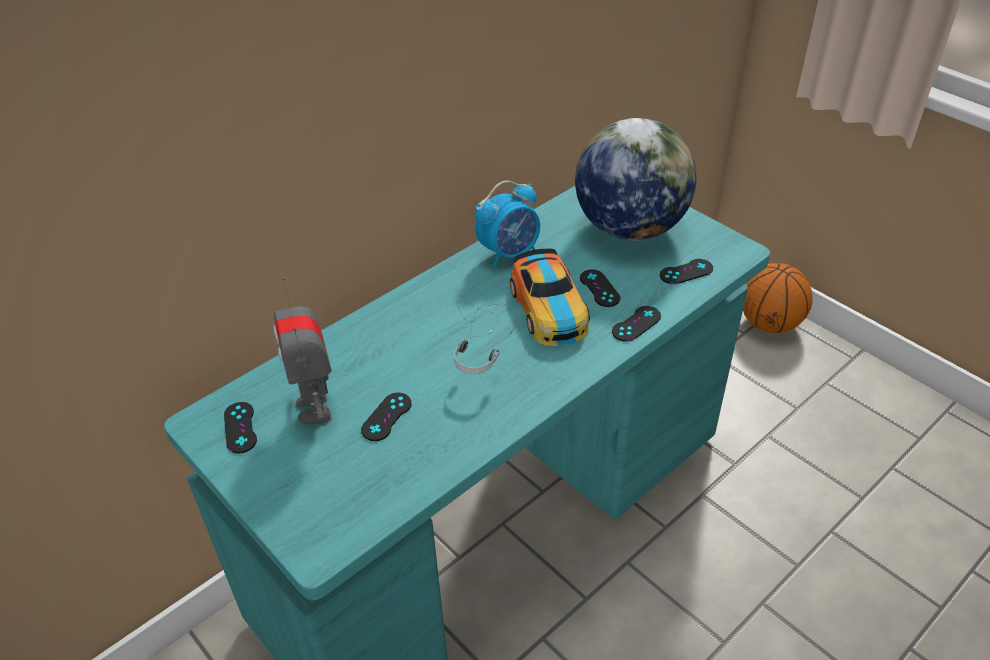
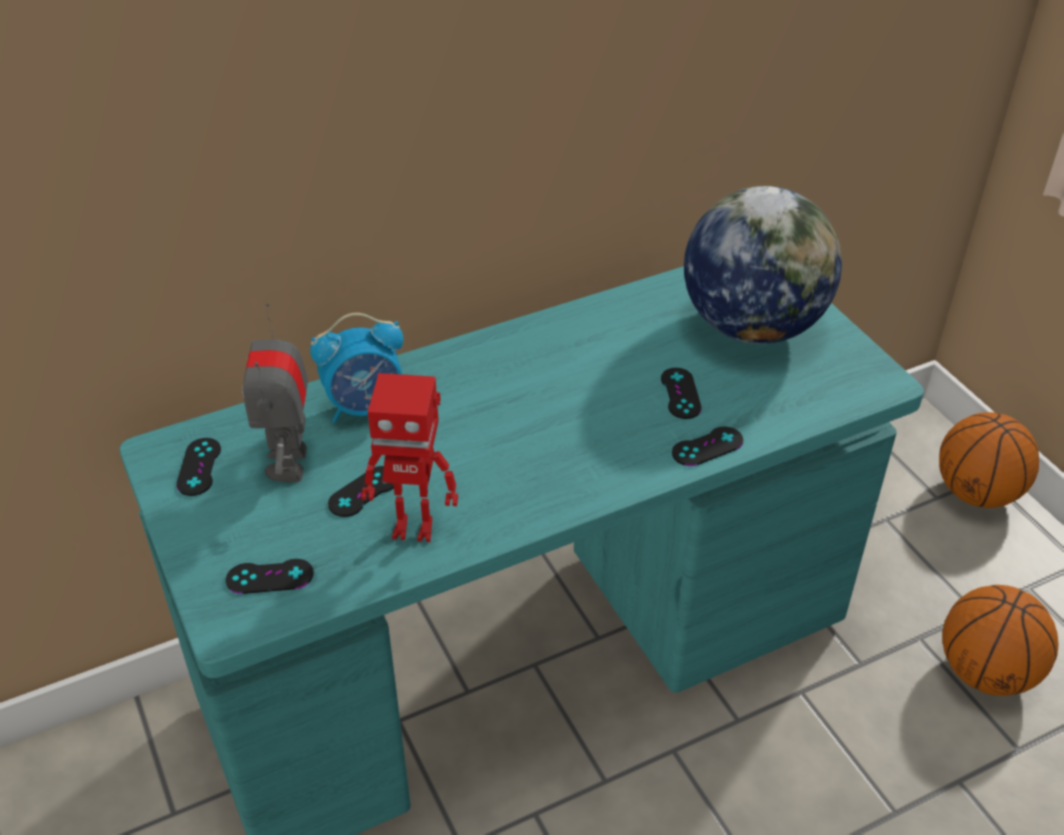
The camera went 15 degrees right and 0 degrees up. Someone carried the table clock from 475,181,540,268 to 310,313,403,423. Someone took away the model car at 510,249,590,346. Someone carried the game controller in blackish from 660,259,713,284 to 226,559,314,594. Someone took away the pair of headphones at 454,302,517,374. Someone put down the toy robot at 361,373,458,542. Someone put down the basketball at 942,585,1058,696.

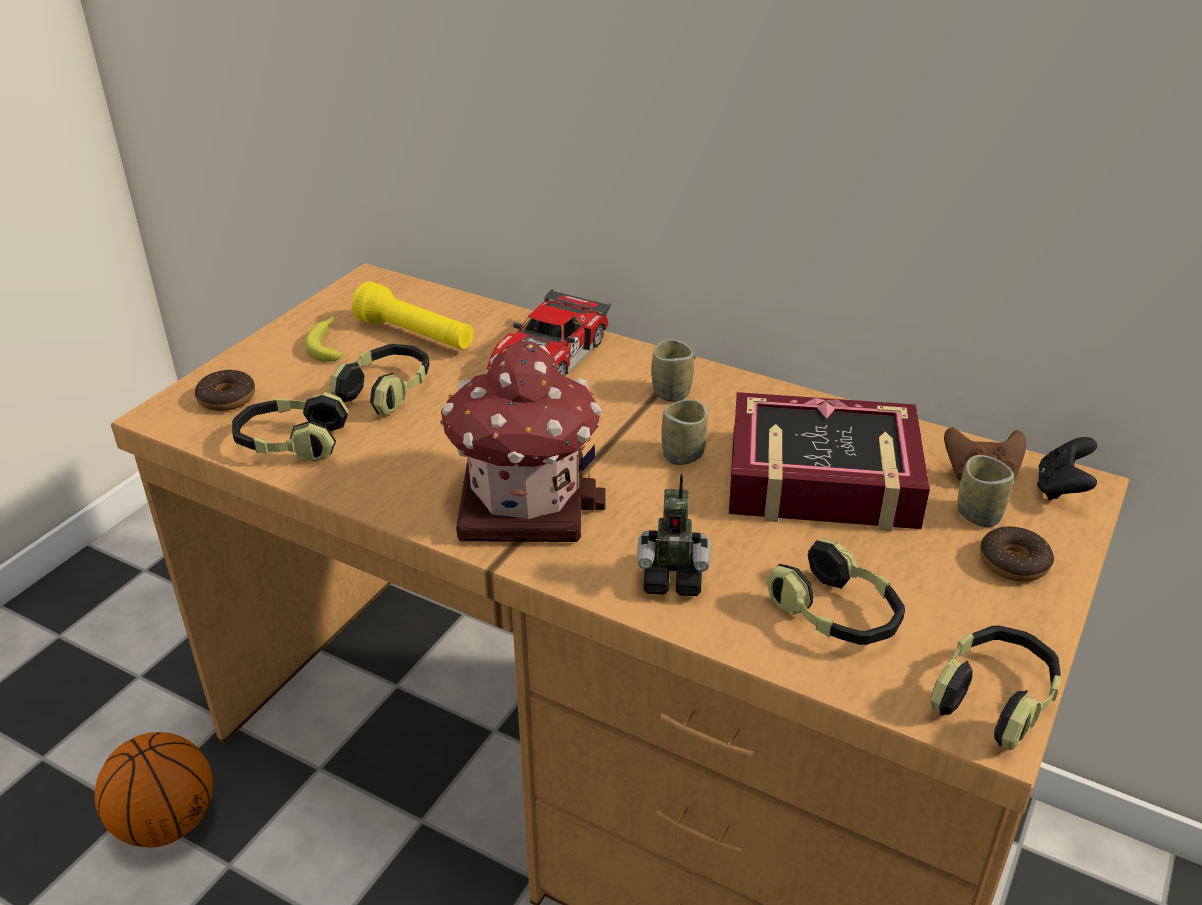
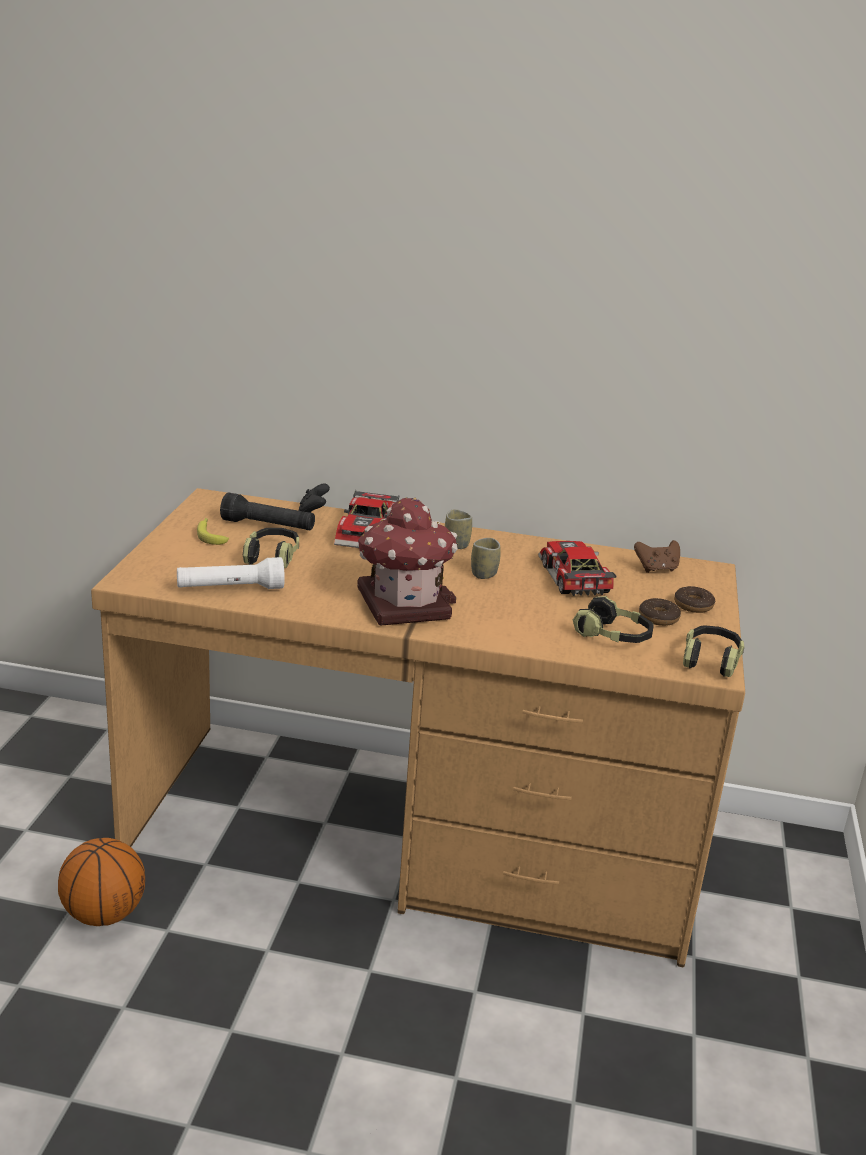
The camera went 20 degrees left and 10 degrees down. Someone repainted the hand torch in yellow-coloured at 352,281,474,350, which became the hand torch in blackish at 220,492,315,530. Someone carried the doughnut from 195,370,255,411 to 639,598,681,626. Someone swapped the pair of headphones at 232,392,349,462 for the hand torch in whitish at 177,557,285,589. Someone swapped the bound book at 729,392,930,531 for the model car at 538,541,616,596. Someone carried the game controller in blackish from 1037,437,1097,500 to 299,483,330,512. Someone took away the drinking cup at 957,455,1014,527. Someone took away the toy robot at 637,473,711,596.

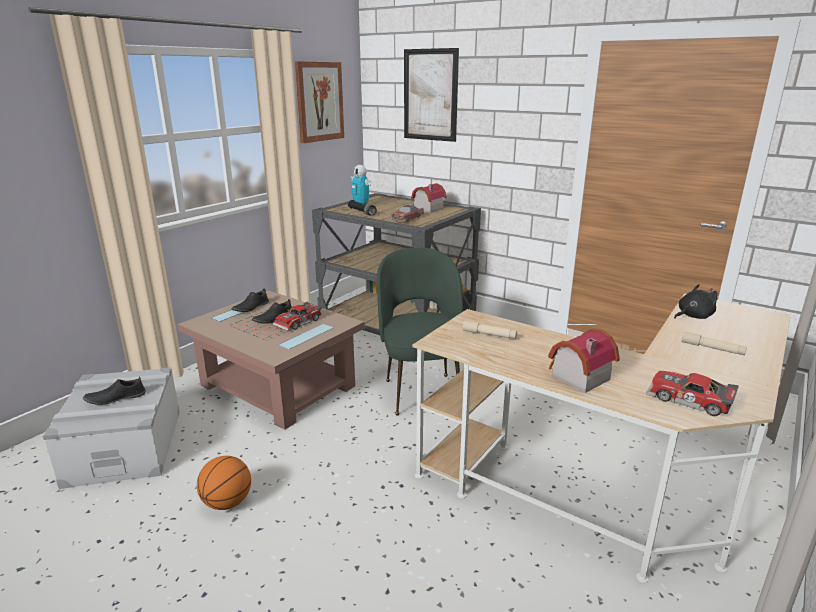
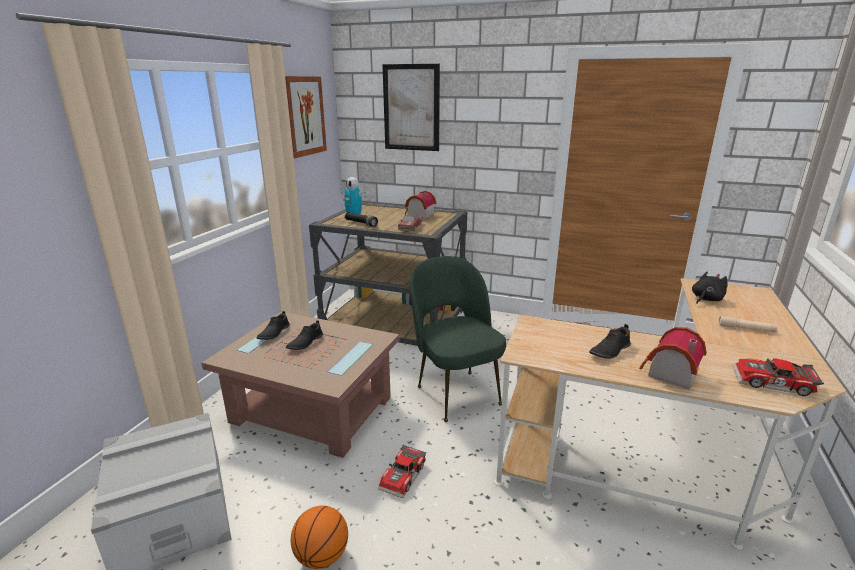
The camera went 15 degrees left and 0 degrees up. Someone carried the model car from 273,302,322,331 to 378,444,426,498. Someone took away the hand torch in beige at 463,320,517,339. Someone carried the low shoe in blackish from 83,376,146,405 to 589,324,631,359.

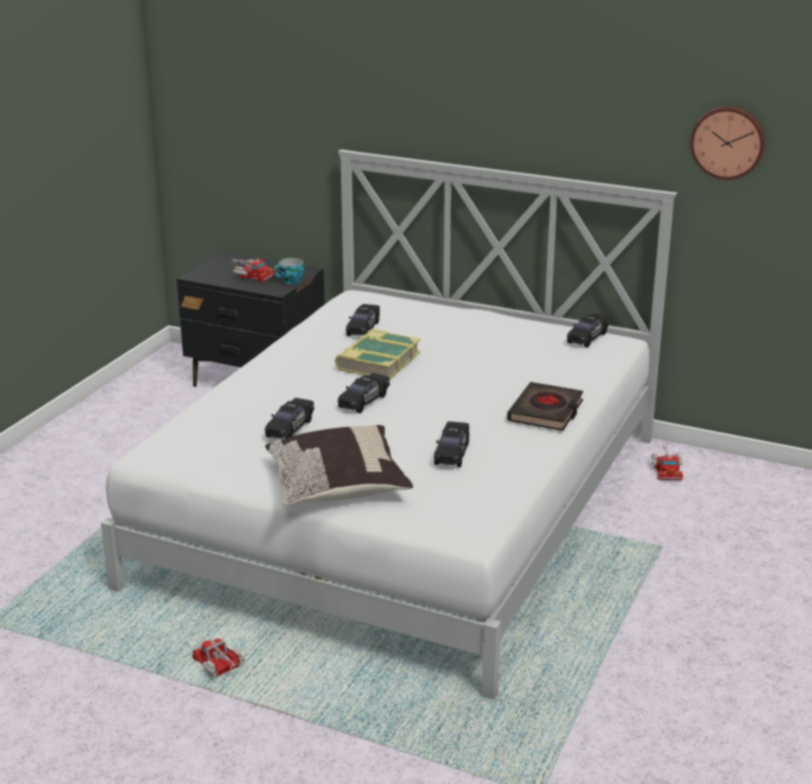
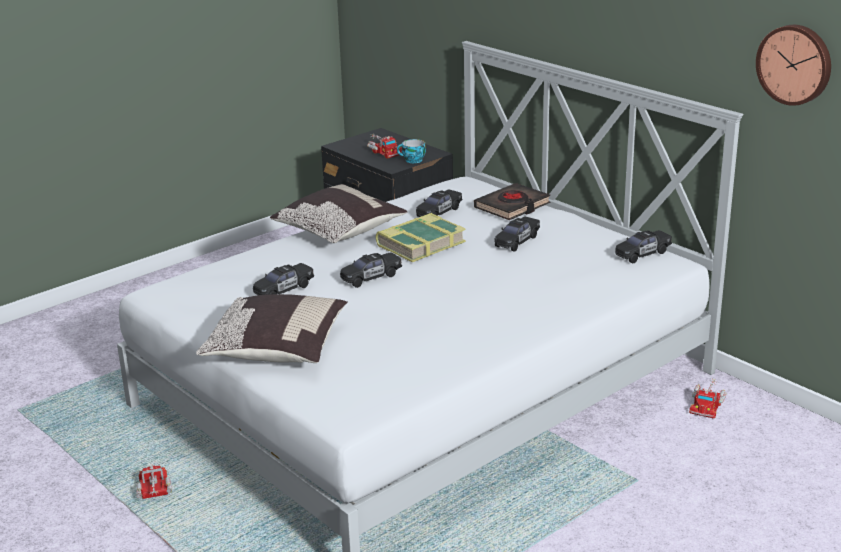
The camera went 25 degrees right and 0 degrees up. Someone carried the bound book in blackish from 507,382,583,431 to 474,183,550,220. Someone carried the model car in blackish from 434,421,470,467 to 494,216,540,252. Someone put down the cushion at 270,184,407,243.

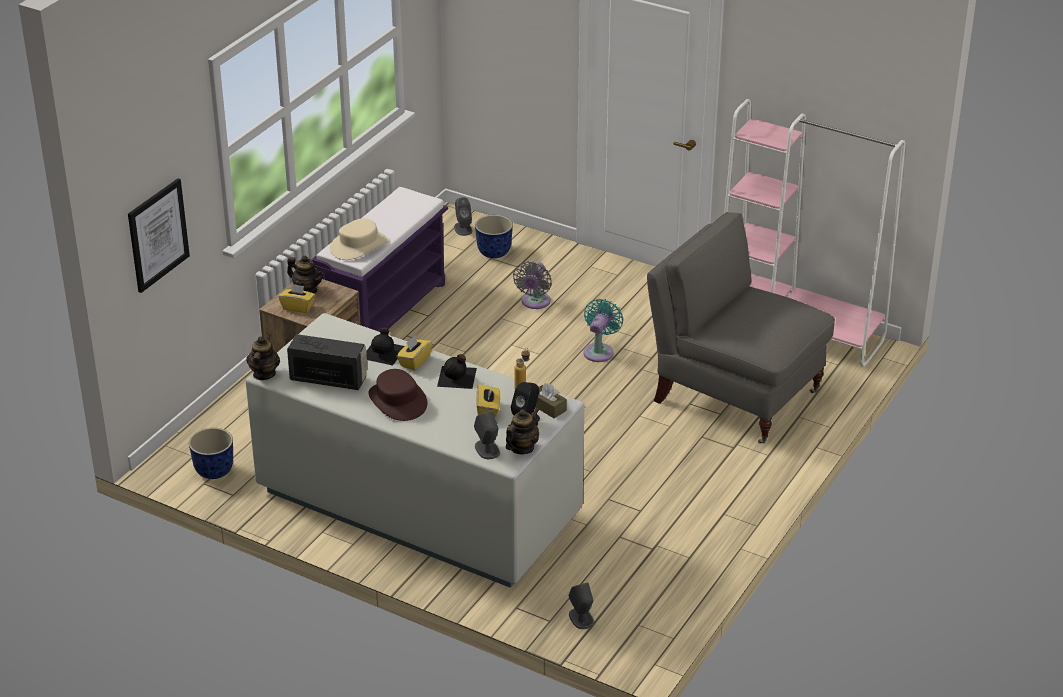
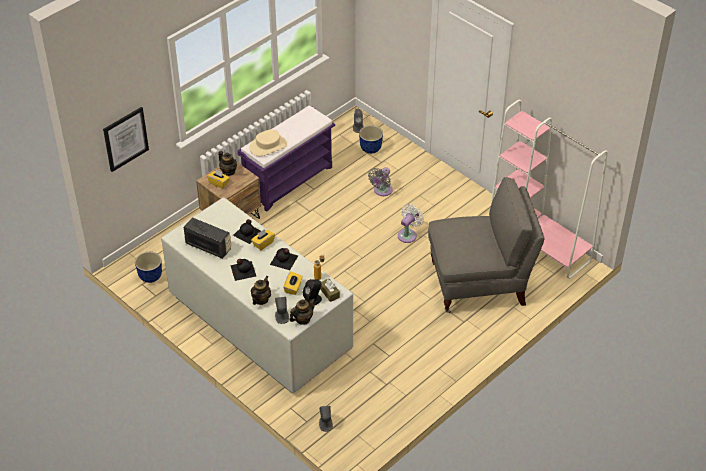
The camera went 15 degrees right and 10 degrees up. Someone rotated the armchair in grey at 647,212,835,444 by 120 degrees clockwise. Someone repainted the electric fan in turquoise-coloured at 583,299,624,362, which became the electric fan in whitish at 398,204,424,243. Someone carried the tea pot from 247,334,280,380 to 251,276,271,305. Someone swapped the clothing hat in brown at 368,369,428,421 for the beverage bottle in blackish at 230,259,256,281.

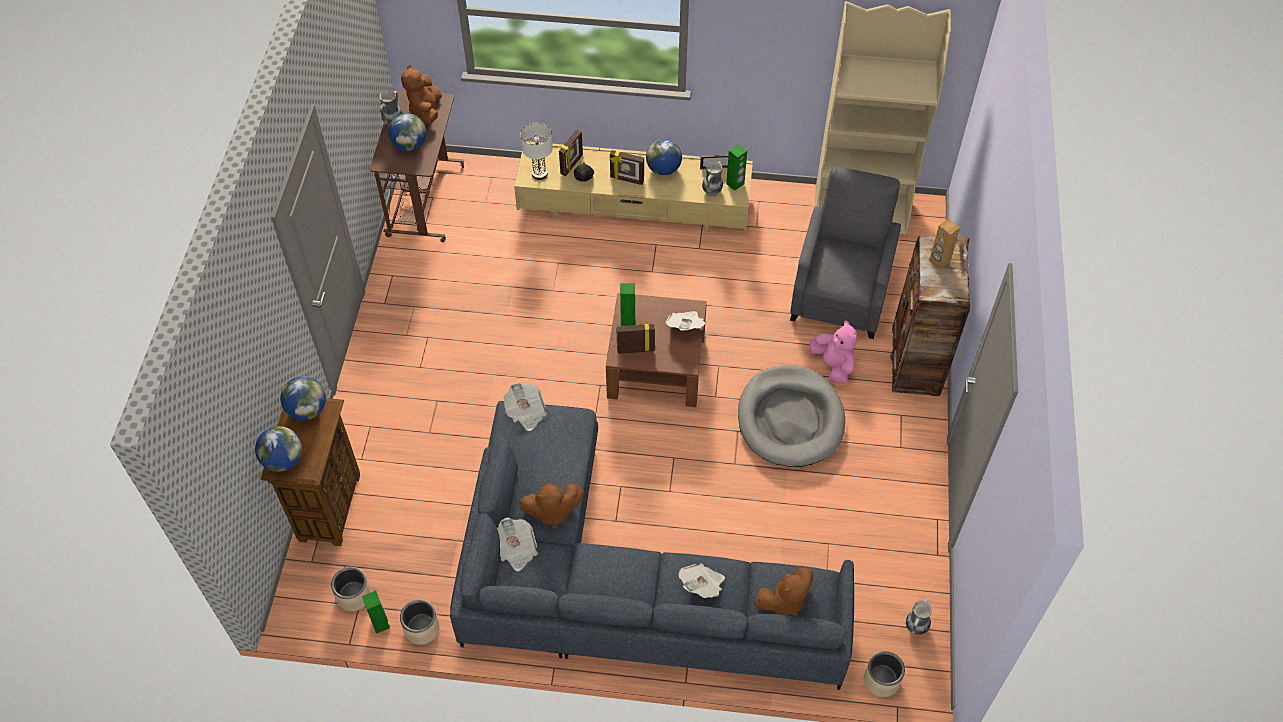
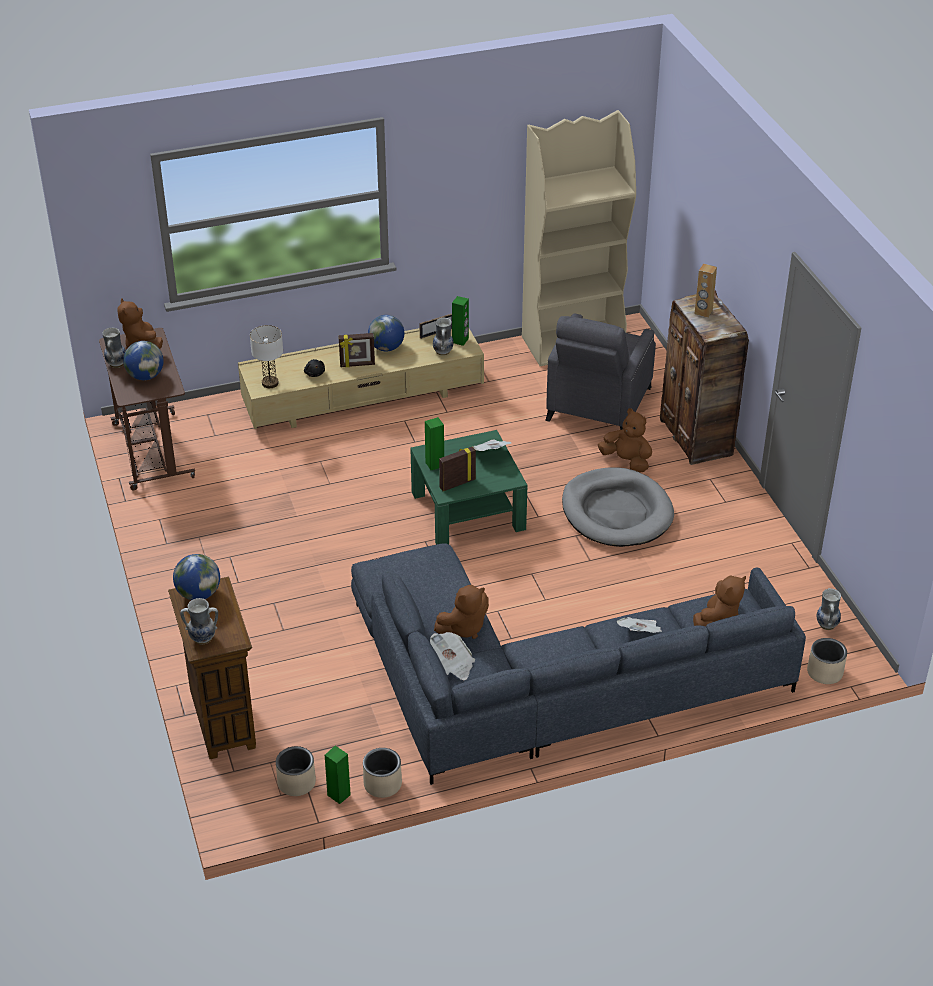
The camera went 25 degrees left and 15 degrees down. Someone took away the picture frame at 559,129,583,176. Someone rotated the armchair in grey at 790,167,901,339 by 150 degrees counterclockwise. Someone repainted the lounge table in brown at 606,293,707,407, which became the lounge table in green at 410,430,527,545. Someone repainted the cuddly toy in pink-coloured at 809,321,857,384, which became the cuddly toy in brown at 598,408,652,473. Someone took away the daily paper at 503,382,547,431. Someone swapped the desk globe at 255,426,302,472 for the decorative vase at 180,598,218,644.

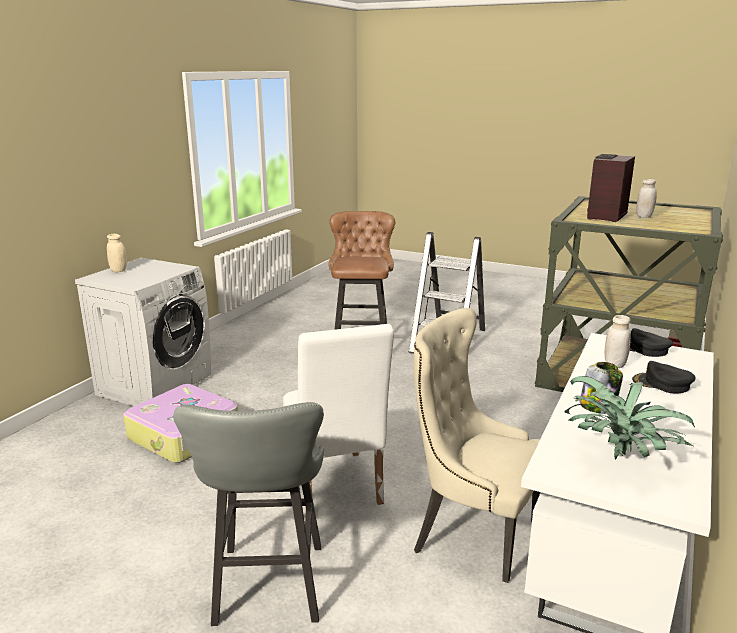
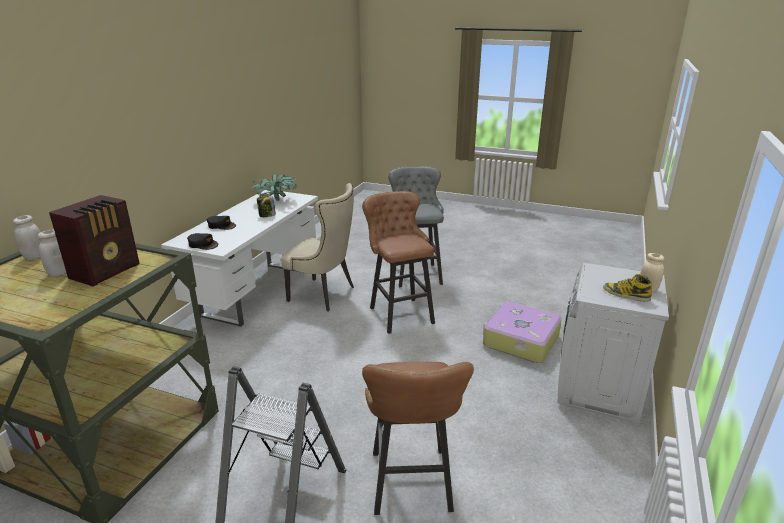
The camera went 175 degrees right and 5 degrees up. Someone carried the storage jar in whitish from 605,315,631,368 to 13,215,41,260. Someone swapped the chair in whitish at 283,324,394,508 for the sitting stool in brown at 362,191,435,334. Someone put down the high-top boot at 603,274,652,302.

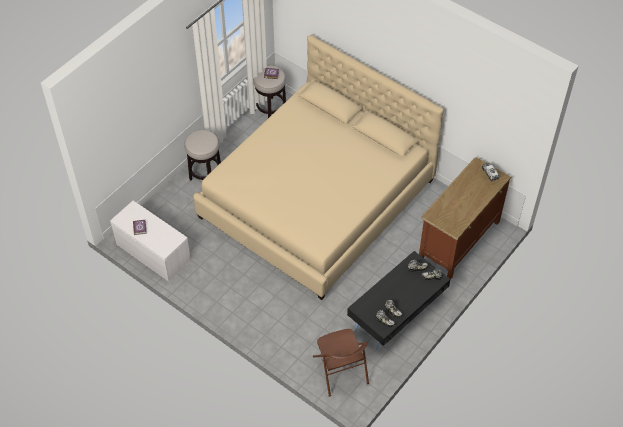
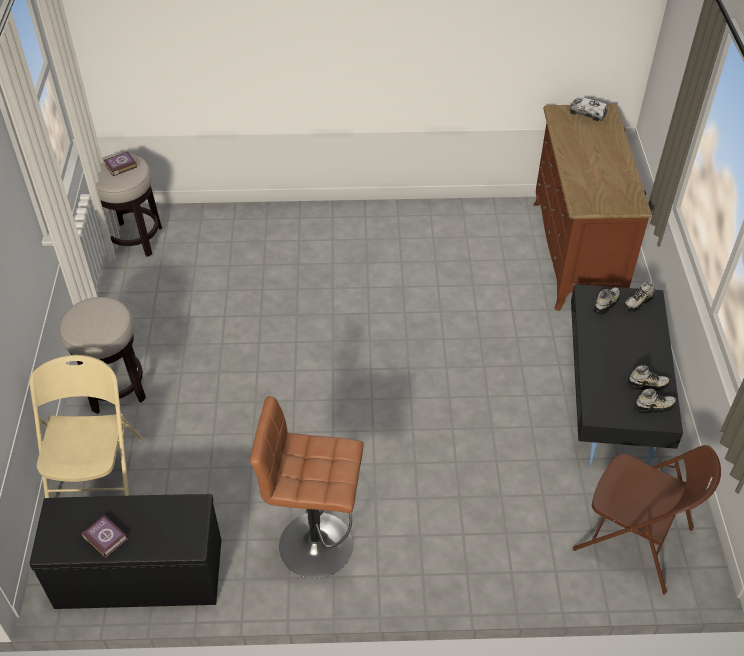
The camera went 40 degrees left and 5 degrees down. Someone took away the sleeping bed in beige at 193,35,444,300. Someone repainted the long seat in whitish at 110,201,191,282, which became the long seat in blackish at 30,494,221,609. Someone put down the chair in beige at 30,355,143,498. Someone put down the sitting stool in brown at 250,396,364,579.

